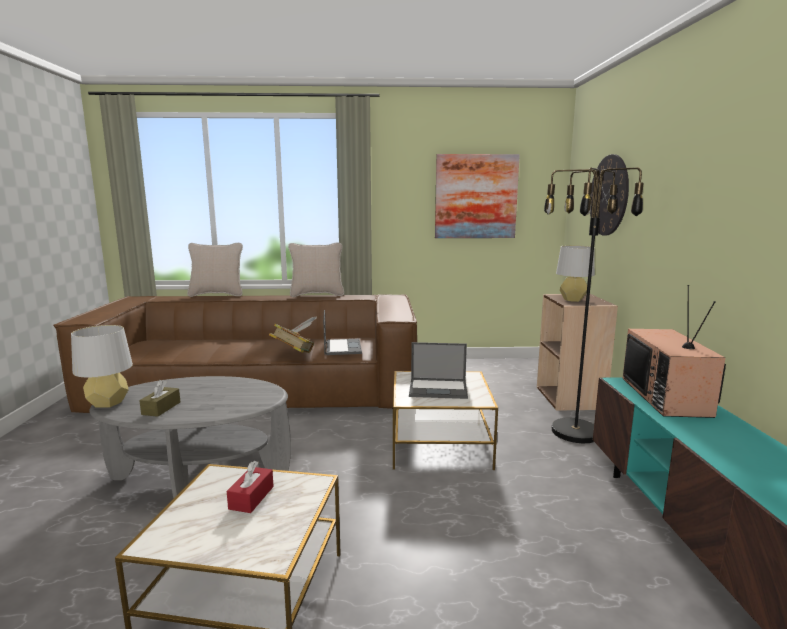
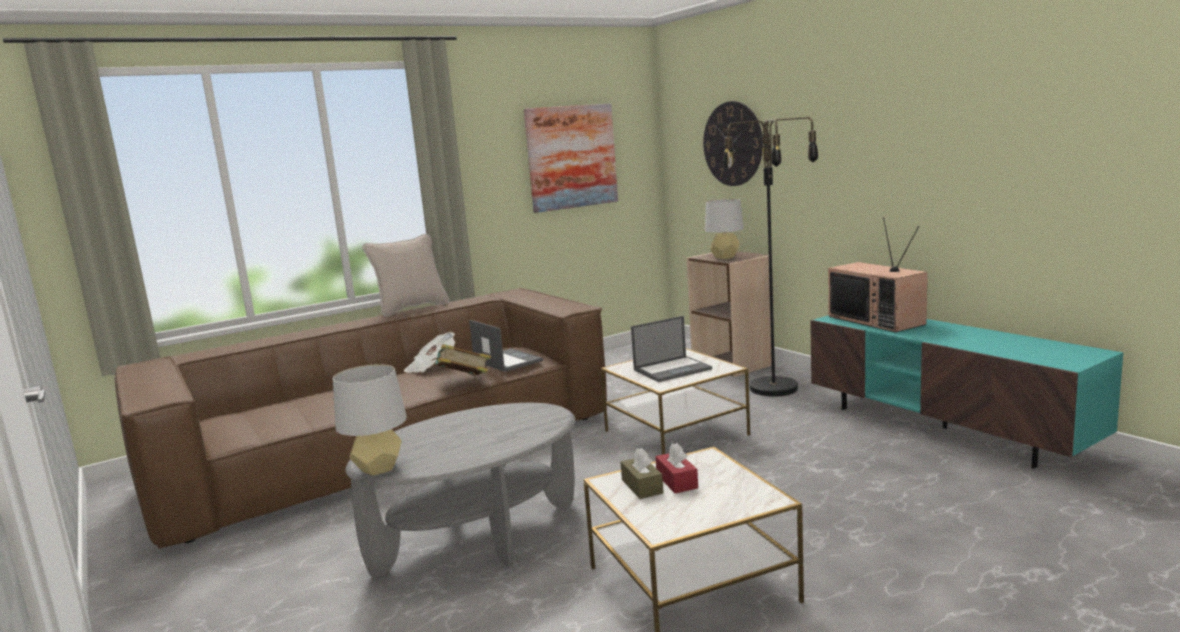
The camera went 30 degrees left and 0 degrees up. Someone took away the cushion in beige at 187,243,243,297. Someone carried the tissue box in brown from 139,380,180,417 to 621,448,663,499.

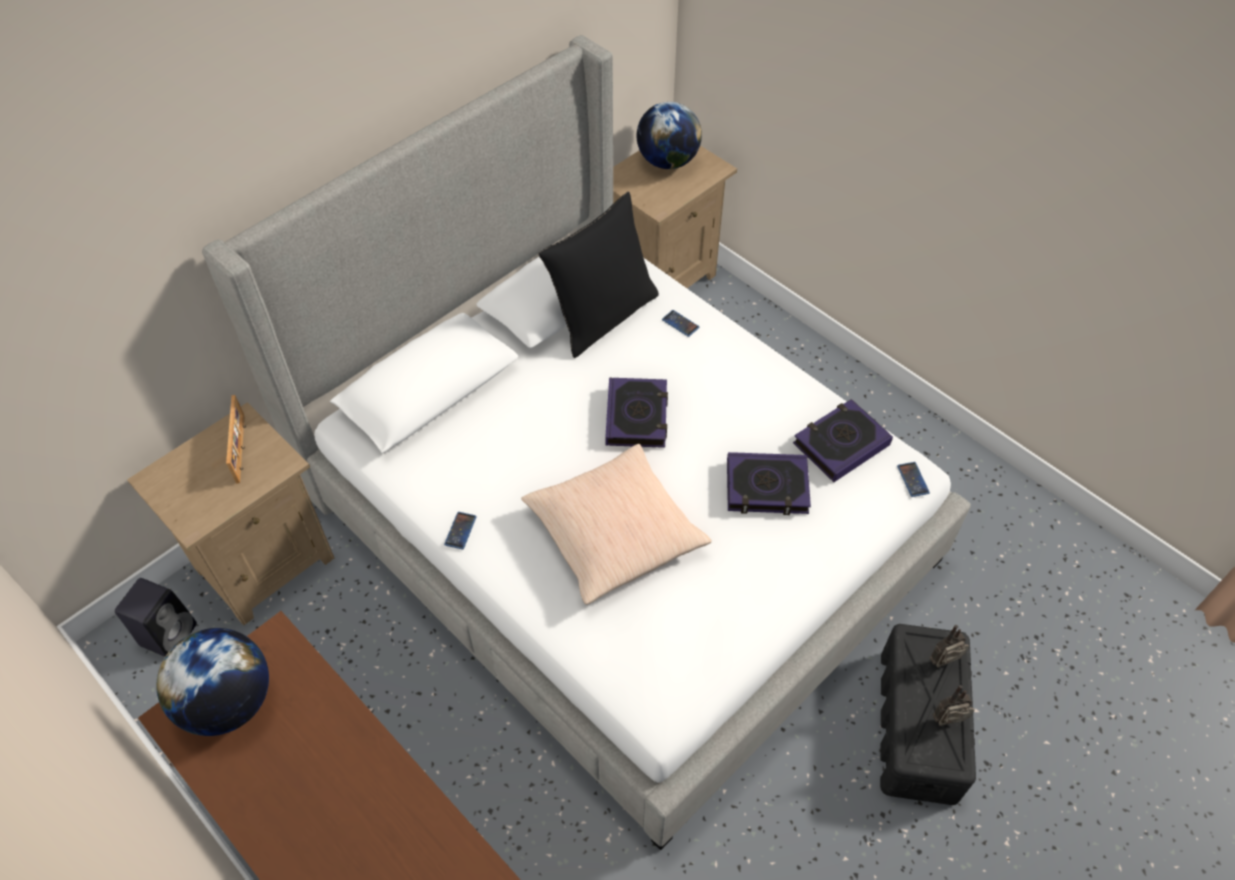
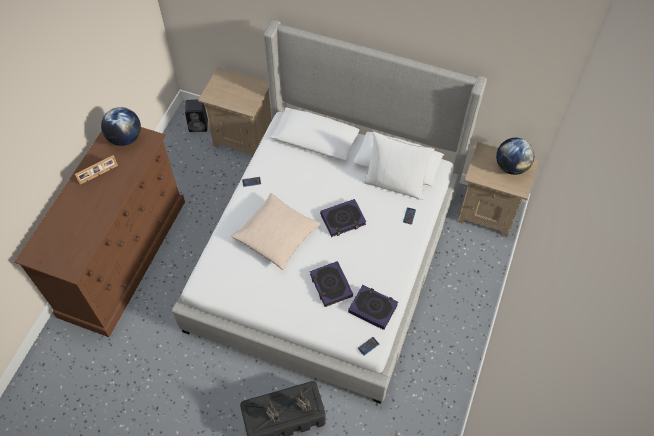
The camera went 65 degrees right and 5 degrees up. Someone repainted the cushion in blackish at 538,192,659,358, which became the cushion in whitish at 363,132,435,200. Someone carried the picture frame from 226,395,246,484 to 75,155,118,185.

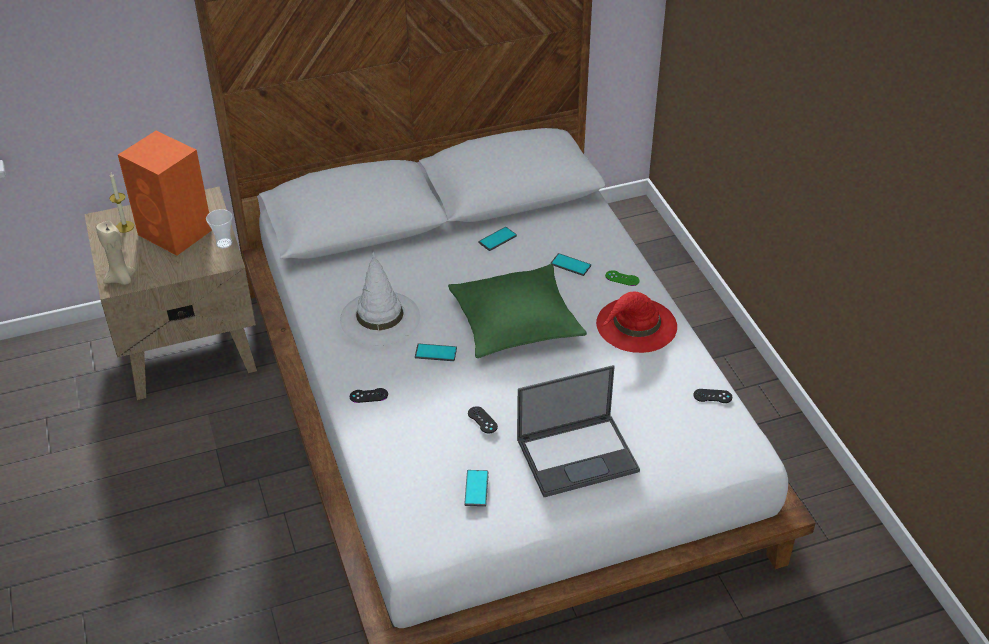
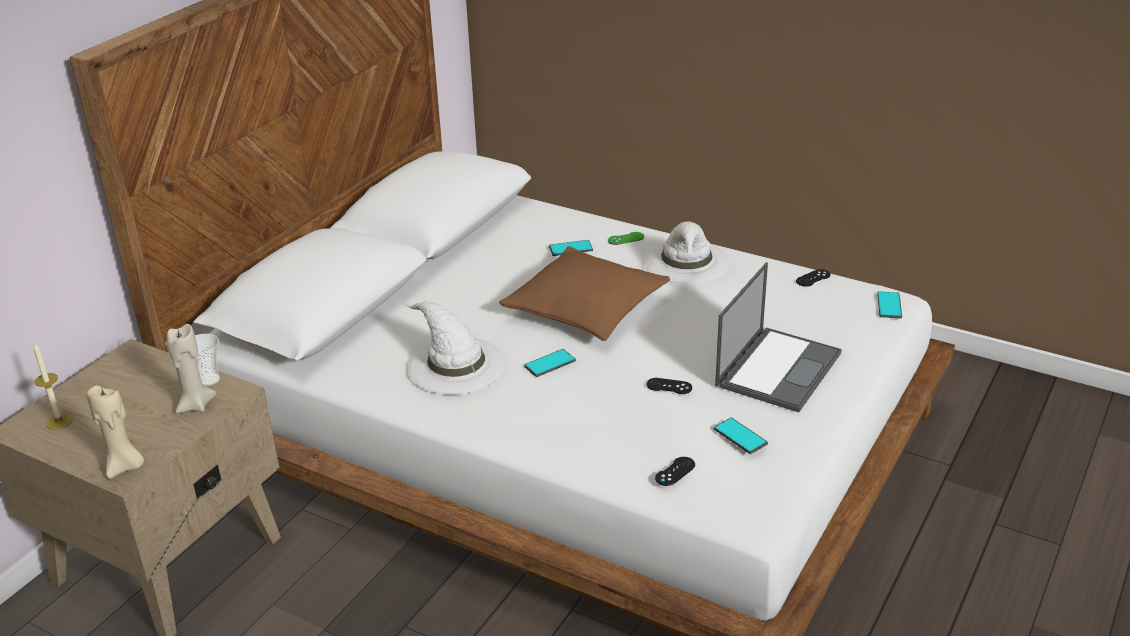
The camera went 40 degrees left and 10 degrees down. Someone took away the speaker in orange at 118,131,212,256. Someone carried the handset from 479,227,517,251 to 877,291,902,318. Someone repainted the cushion in green at 448,264,587,358, which became the cushion in brown at 499,246,670,341. Someone repainted the clothing hat in red-coloured at 596,291,677,353, which became the clothing hat in whitish at 643,222,730,284. Someone carried the game controller in blackish from 350,388,388,403 to 655,457,695,486. Someone put down the wax light in beige at 167,324,216,413.

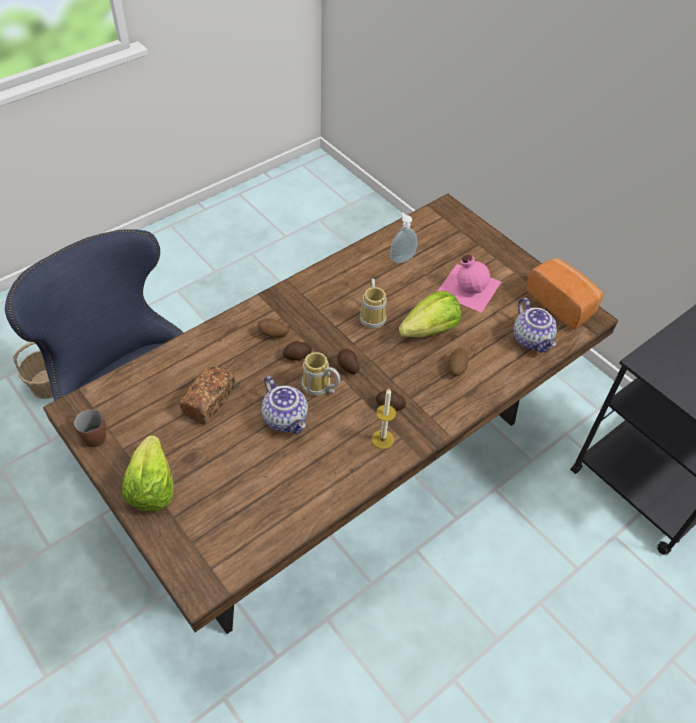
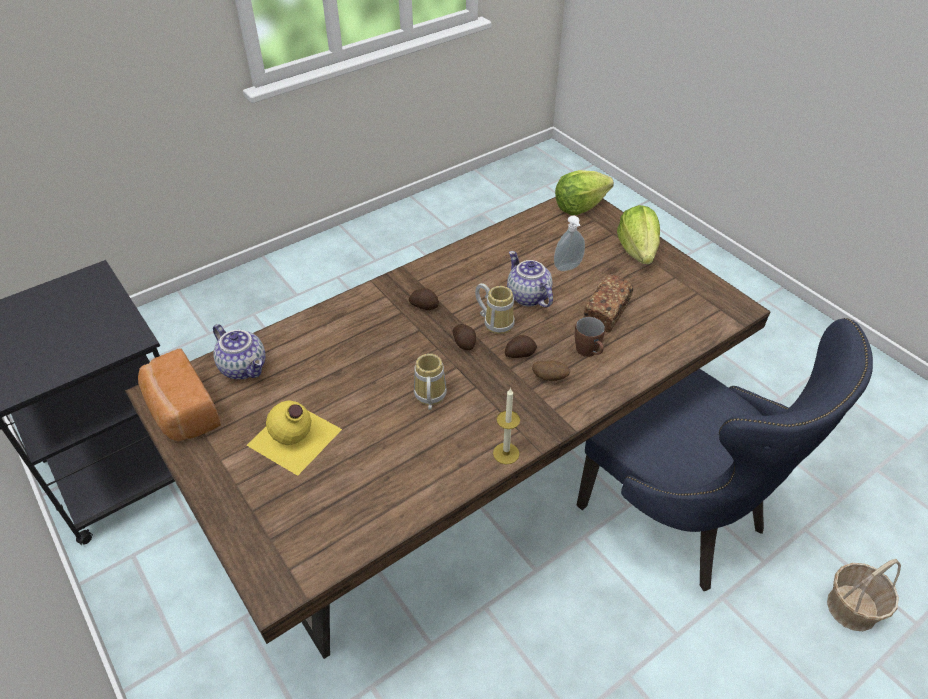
The camera went 175 degrees left and 5 degrees down. Someone carried the liquid soap bottle from 390,213,418,263 to 554,216,585,271. Someone repainted the beverage bottle in pink-coloured at 438,255,501,313, which became the beverage bottle in yellow-coloured at 247,400,342,476. Someone carried the lettuce from 399,291,461,338 to 555,170,614,215. Someone rotated the tea pot at 514,298,557,353 by 150 degrees clockwise. Someone took away the spud at 448,348,468,377. Someone carried the wax light from 372,389,396,449 to 493,388,520,464. Someone carried the mug in brown from 74,405,106,447 to 575,317,605,357.

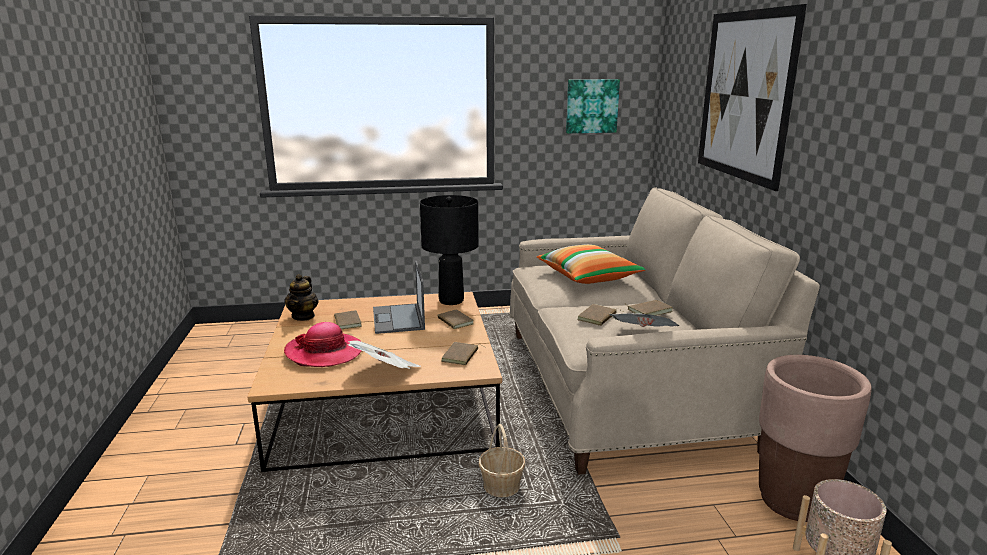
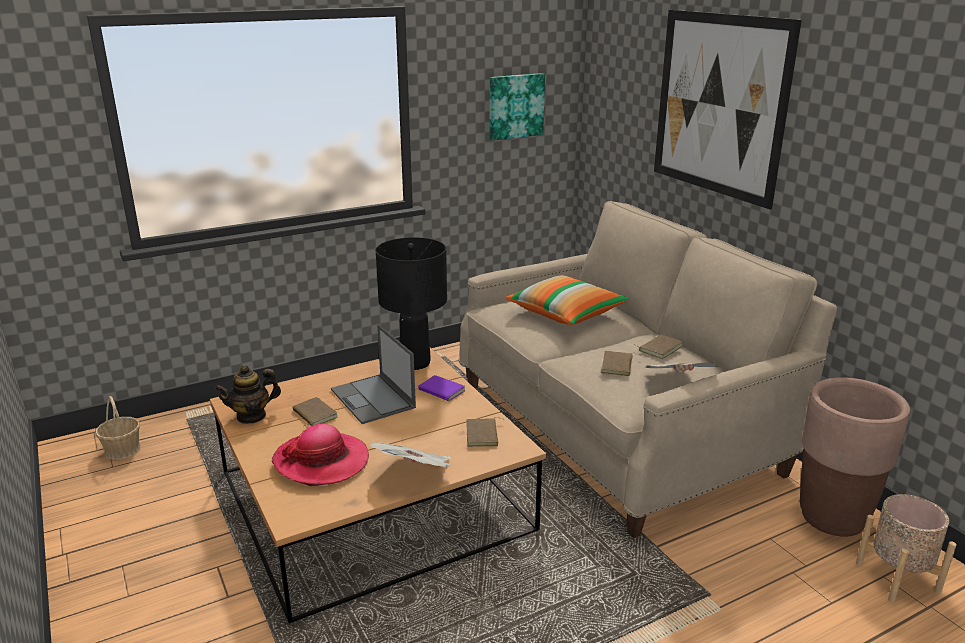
The camera went 20 degrees left and 5 degrees up. Someone rotated the tea pot at 284,274,319,321 by 75 degrees clockwise. Someone repainted the bound book in brown at 438,309,473,329, which became the bound book in purplish at 418,375,466,402. Someone carried the household basket from 479,424,526,497 to 96,396,141,460.

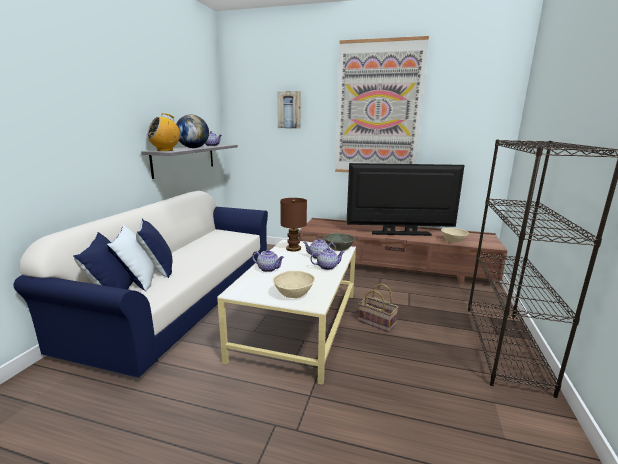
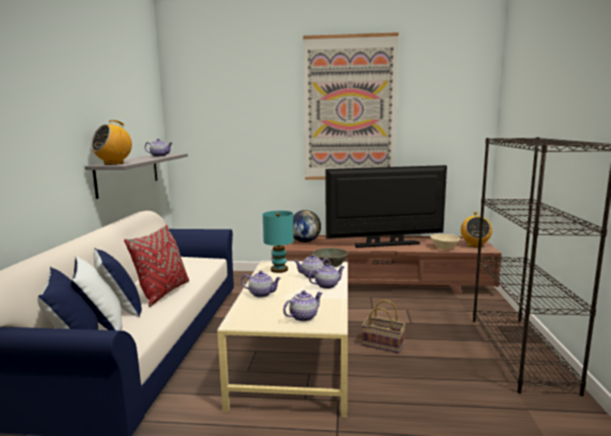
The camera went 10 degrees left and 5 degrees down. Someone took away the wall picture at 277,91,301,129. Someone carried the desk globe from 176,115,209,148 to 293,210,321,242. Someone repainted the table lamp in brown at 280,198,307,251, which became the table lamp in turquoise-coloured at 262,211,294,273. Someone swapped the bowl in beige at 273,271,315,298 for the tea pot at 283,291,323,321. Someone put down the radio set at 461,212,492,248. Someone put down the cushion in red-coloured at 124,225,189,307.

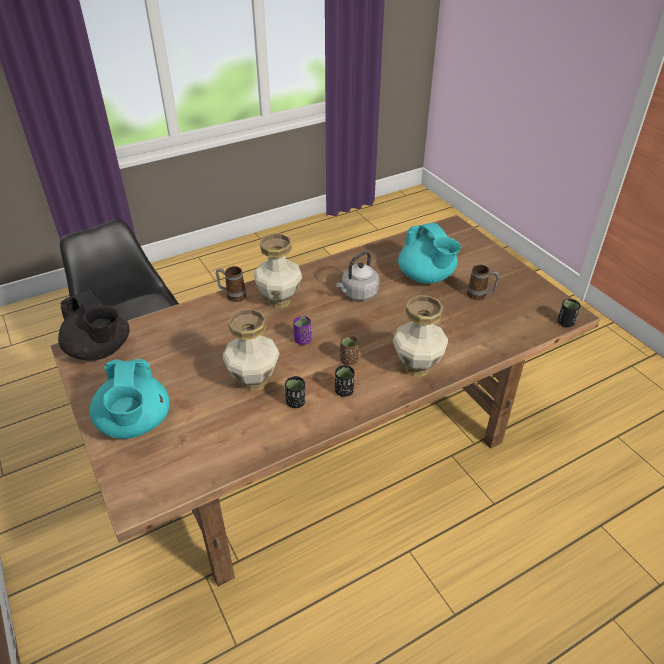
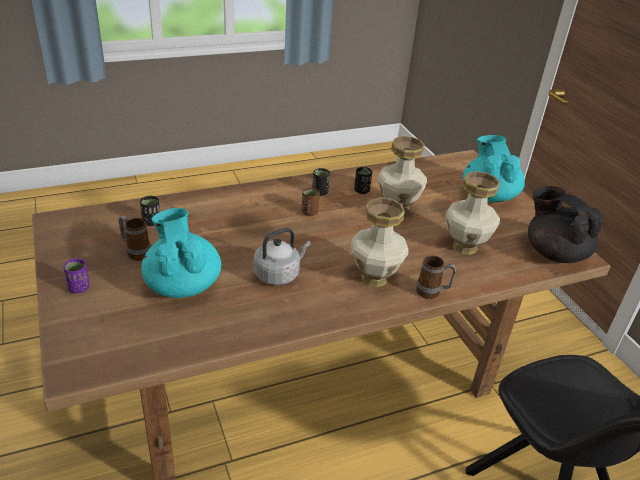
The camera went 175 degrees left and 5 degrees down. Someone carried the decorative vase from 393,295,448,377 to 445,171,500,255. Someone carried the drinking cup in blackish from 558,299,581,327 to 140,196,160,226. Someone carried the drinking cup in purplish from 293,316,312,345 to 63,259,90,293.

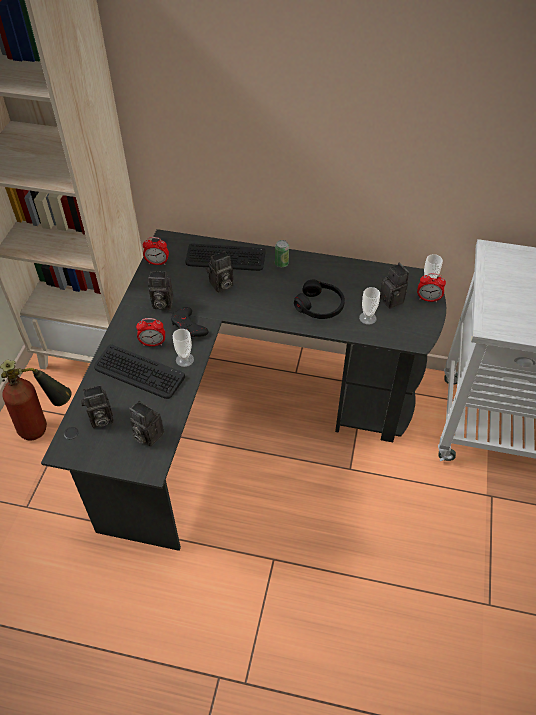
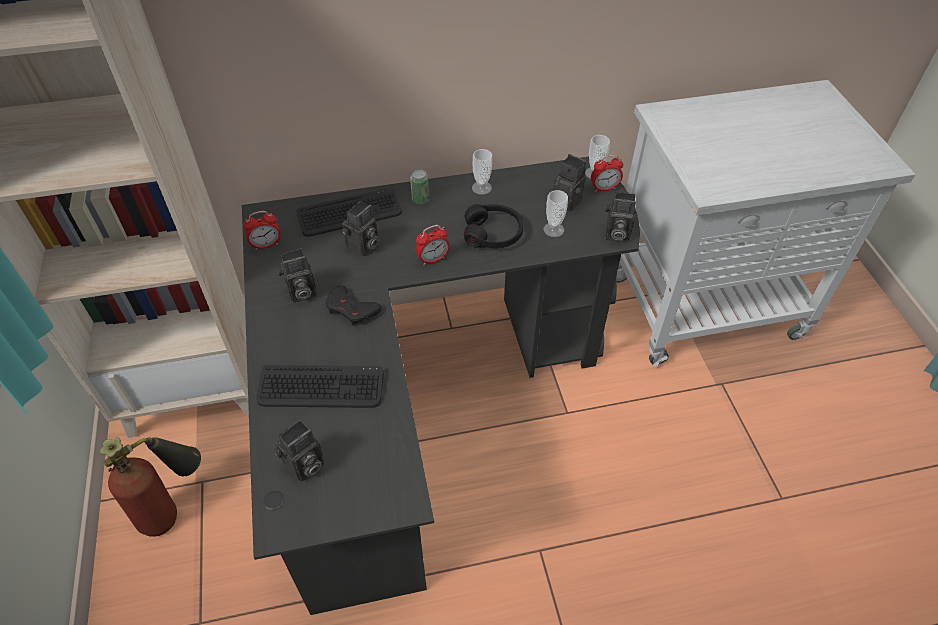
The camera went 25 degrees left and 0 degrees up. Someone carried the table clock from 136,318,165,346 to 415,225,449,265. Someone carried the drinking cup from 173,329,194,367 to 472,149,492,195. Someone carried the photo camera from 129,401,164,447 to 605,192,636,243.

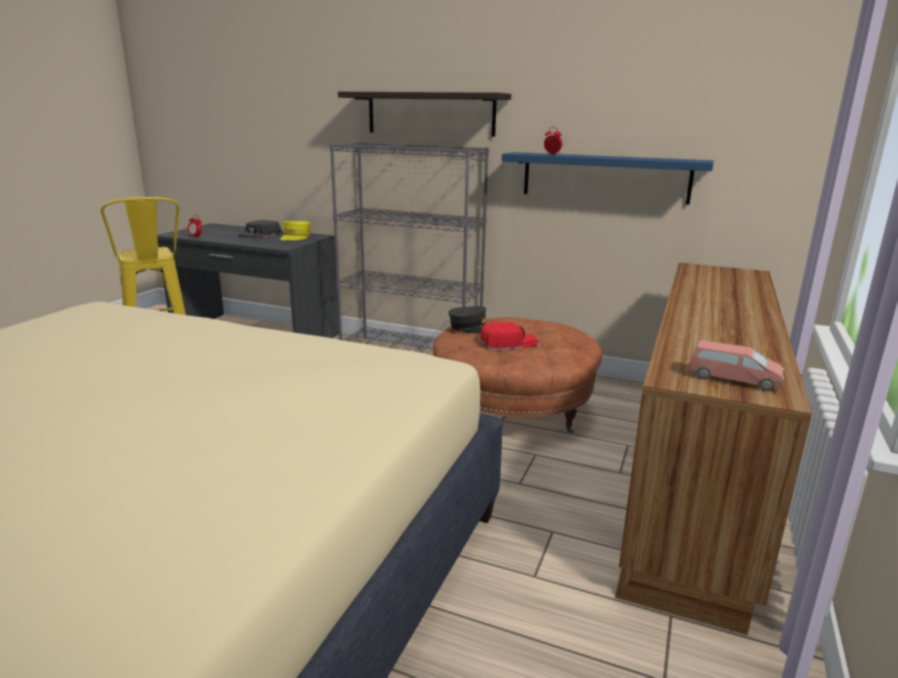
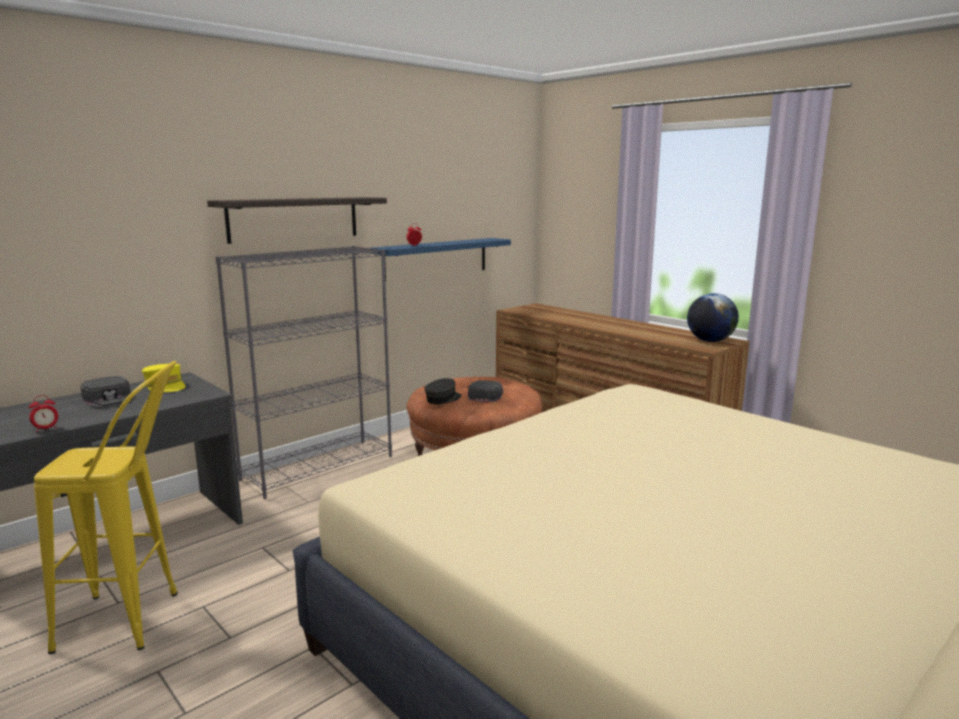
The camera went 65 degrees left and 5 degrees down. Someone repainted the baseball cap in red-coloured at 481,322,538,350, which became the baseball cap in blackish at 468,380,504,402. Someone swapped the model car in pink-coloured at 689,340,784,391 for the desk globe at 687,293,739,342.

